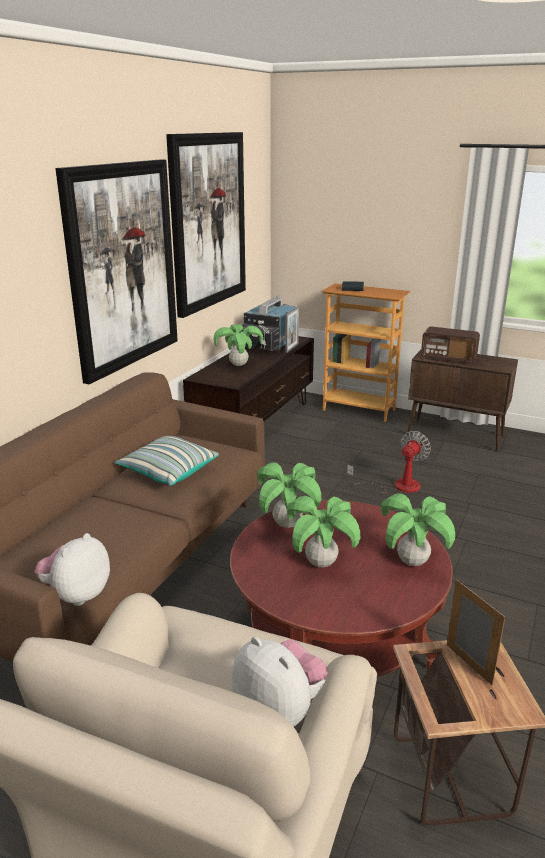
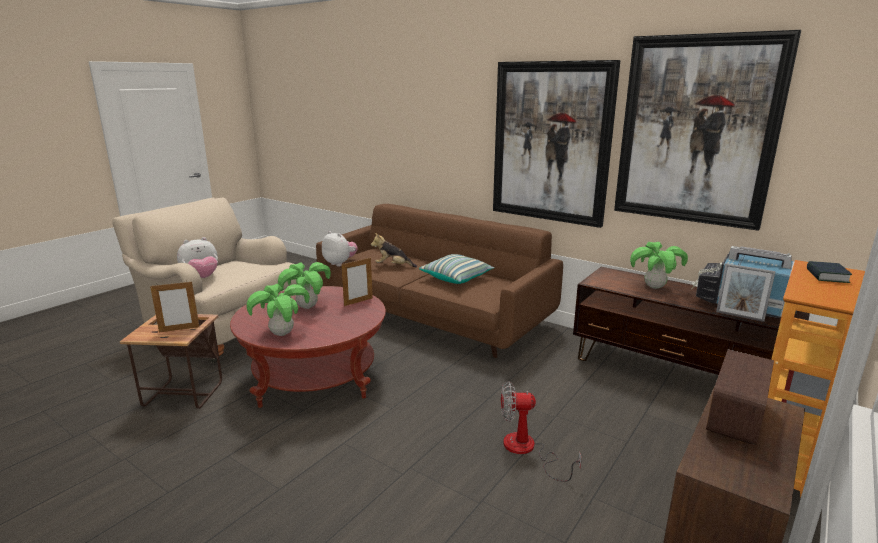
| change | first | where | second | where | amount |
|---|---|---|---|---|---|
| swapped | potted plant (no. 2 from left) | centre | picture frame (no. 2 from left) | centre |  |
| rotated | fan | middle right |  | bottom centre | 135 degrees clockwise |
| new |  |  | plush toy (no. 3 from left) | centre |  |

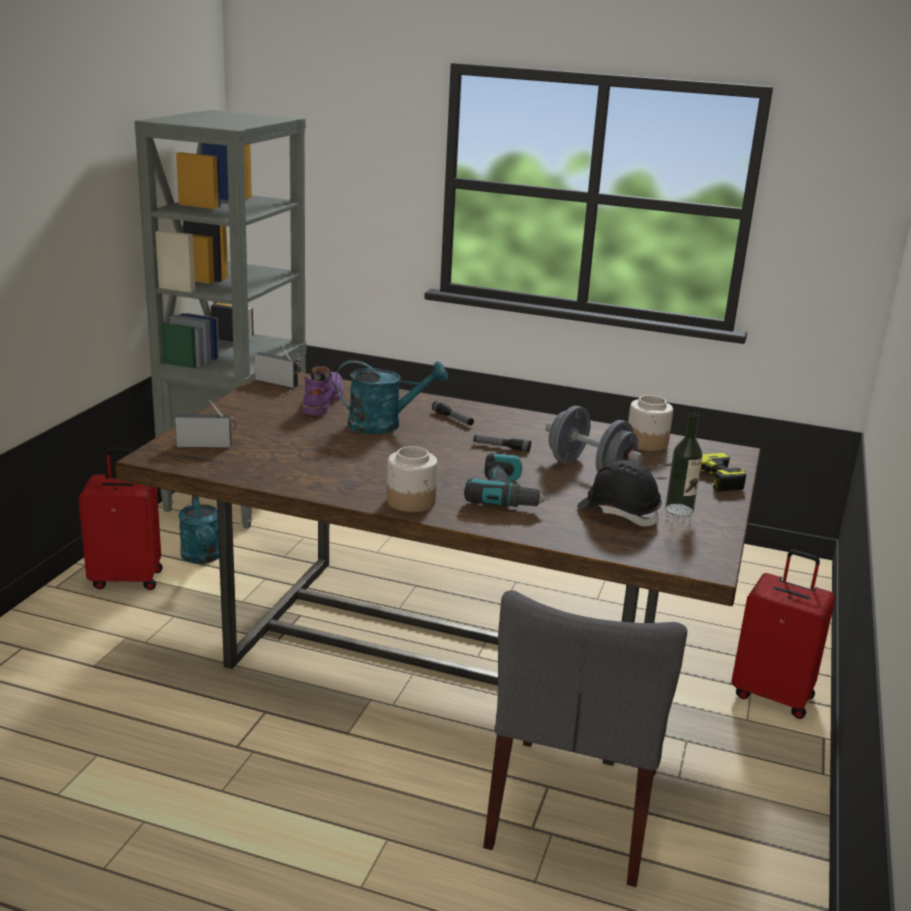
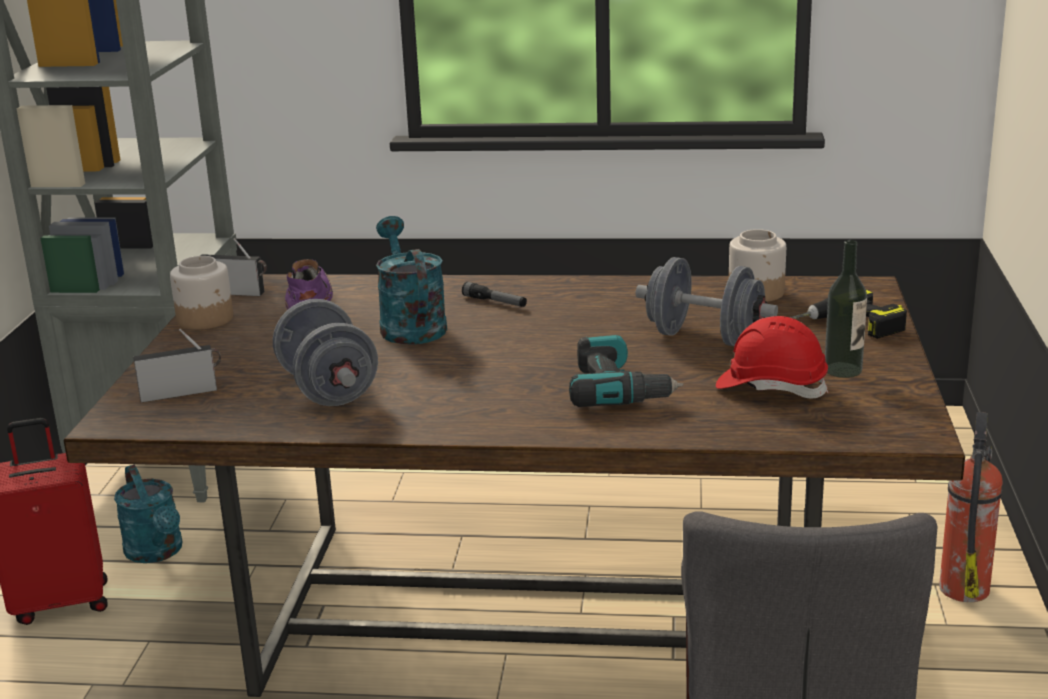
| change | first | where | second | where | amount |
|---|---|---|---|---|---|
| rotated | watering can/turquoise (no. 2 from left) | centre |  | centre | 90 degrees counterclockwise |
| shifted | jar (no. 1 from left) | centre |  | middle left |  |
| gone | flashlight (no. 2 from left) | centre |  |  |  |
| repainted | hard hat/black | middle right | hard hat/red | middle right |  |
| swapped | suitcase/red (no. 2 from left) | bottom right | fire extinguisher | bottom right |  |
| new |  |  | dumbbell/grey (no. 1 from left) | middle left |  |

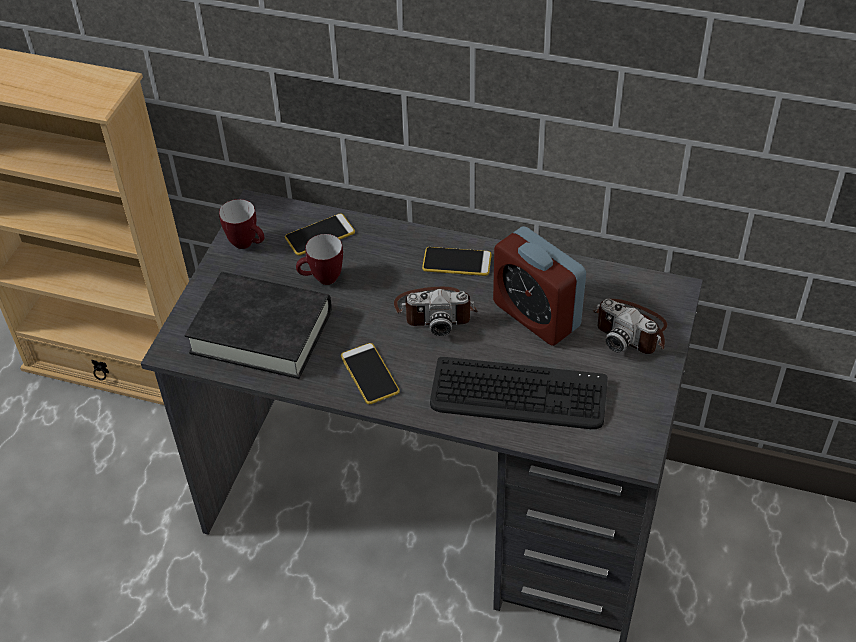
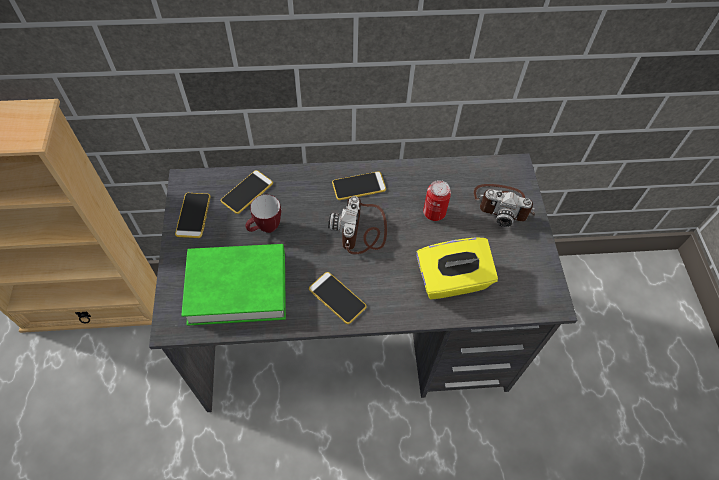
| change | first | where | second | where | amount |
|---|---|---|---|---|---|
| repainted | book/black | middle left | book/green | middle left |  |
| swapped | mug (no. 1 from left) | middle left | phone (no. 1 from left) | middle left |  |
| rotated | photo camera (no. 1 from left) | centre |  | centre | 120 degrees clockwise |
| swapped | keyboard | centre | tissue box/yellow | centre |  |
| swapped | alarm clock | centre | can | centre |  |

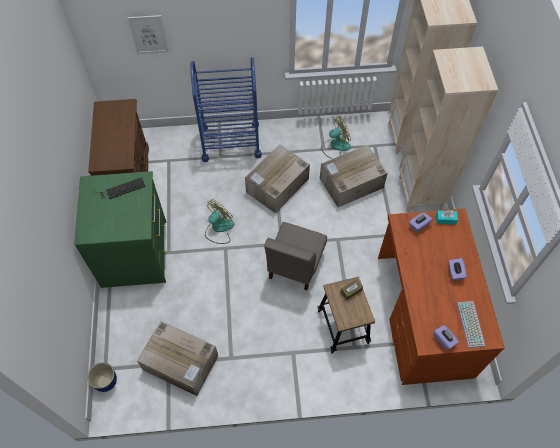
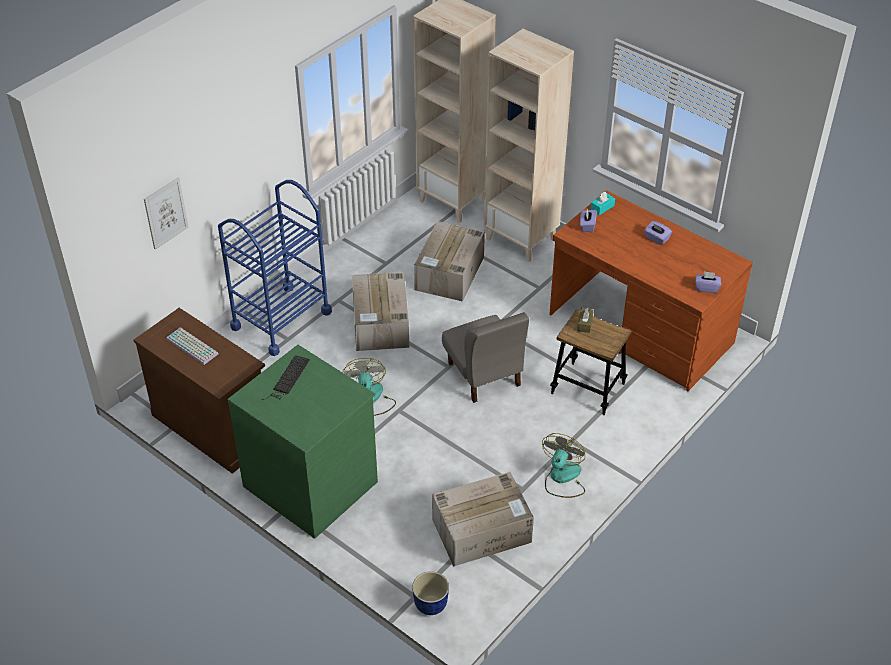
| change | first | where | second | where | amount |
|---|---|---|---|---|---|
| shifted | fan (no. 2 from left) | top centre |  | bottom centre |  |
| shifted | keyboard (no. 2 from left in the first image) | bottom right | keyboard (no. 1 from left) | middle left |  |

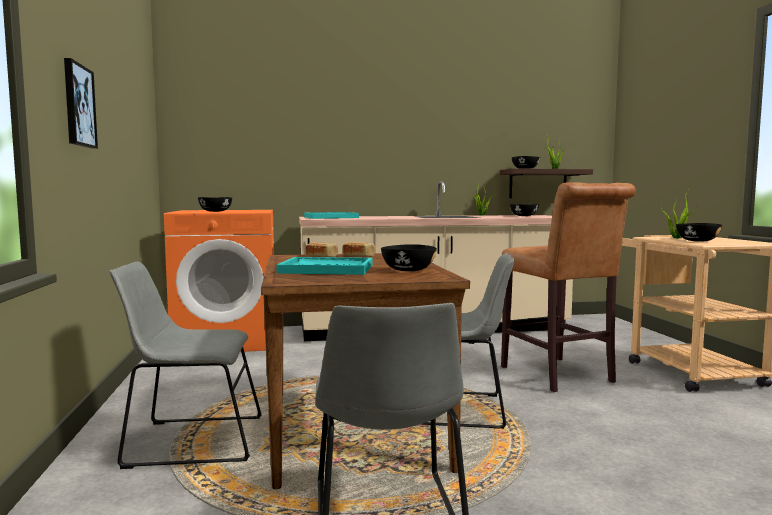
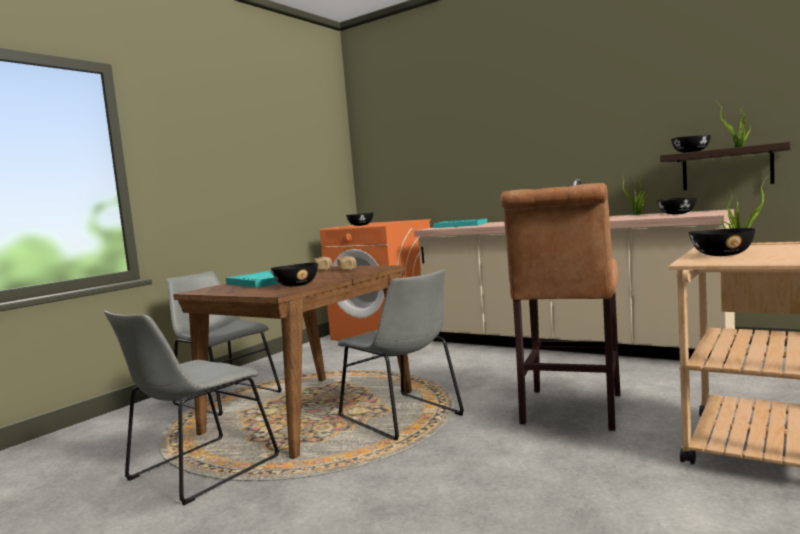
| change | first | where | second | where | amount |
|---|---|---|---|---|---|
| gone | picture | top left |  |  |  |

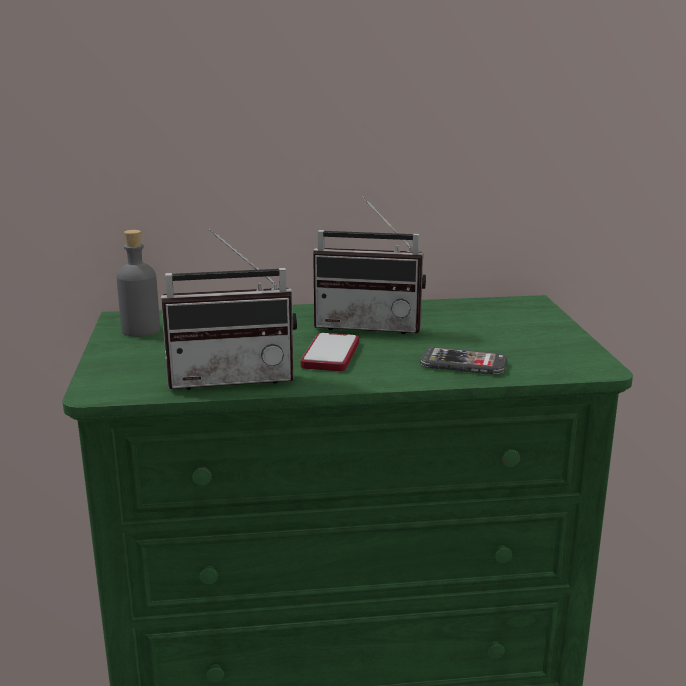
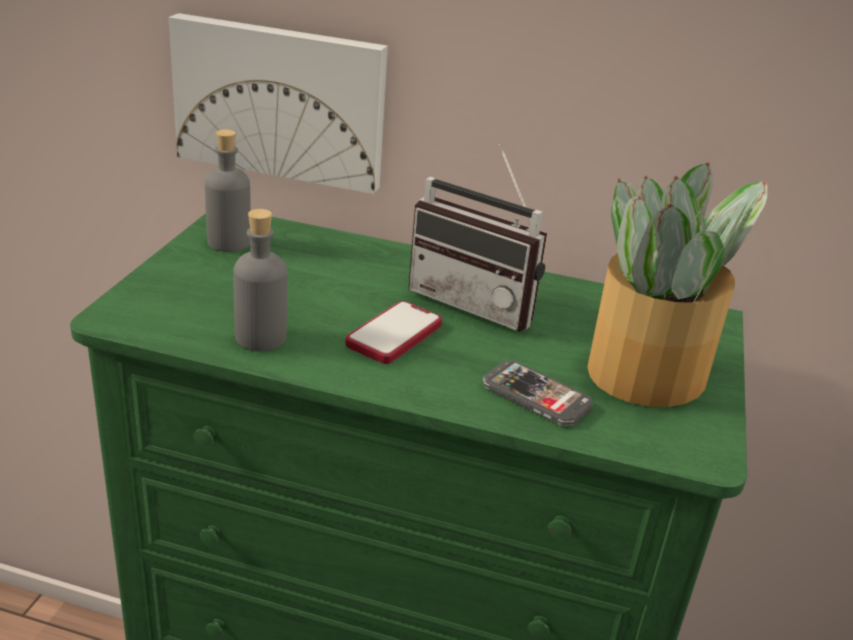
| change | first | where | second | where | amount |
|---|---|---|---|---|---|
| swapped | radio (no. 1 from left) | centre | bottle/grey (no. 2 from left) | middle left |  |
| new |  |  | picture | top left |  |
| new |  |  | potted plant | middle right |  |

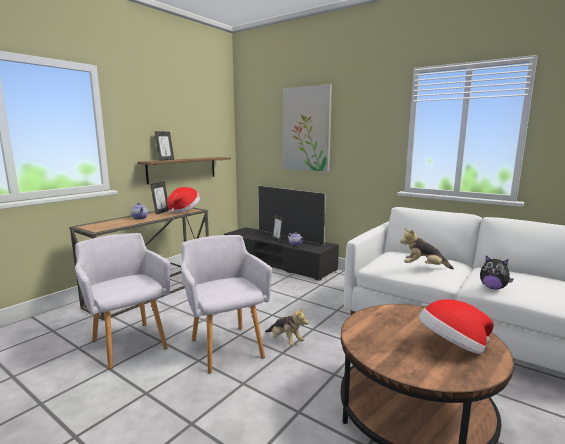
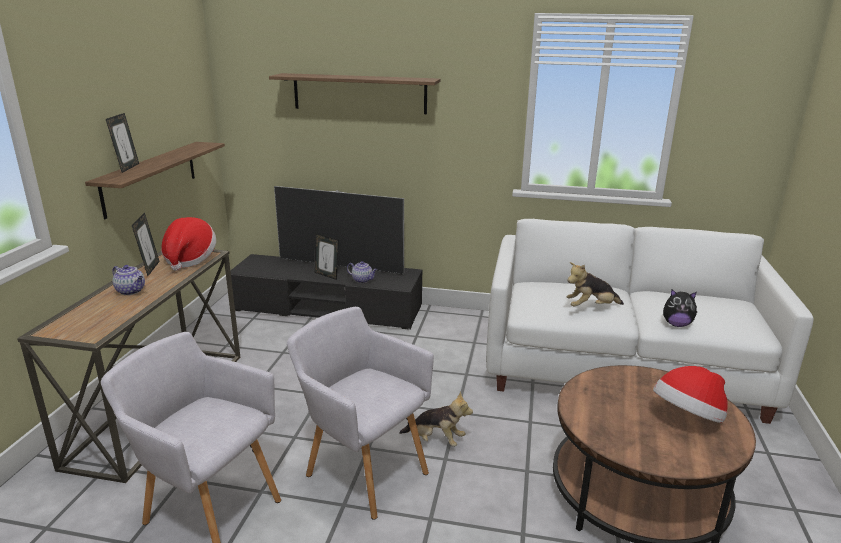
| change | first | where | second | where | amount |
|---|---|---|---|---|---|
| swapped | picture | top centre | shelf (no. 2 from left) | top centre |  |

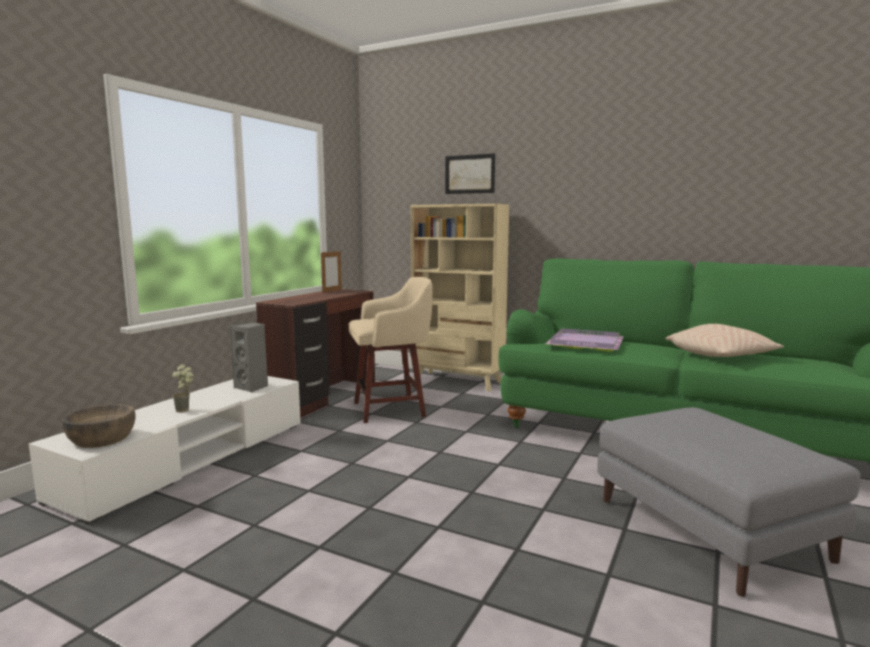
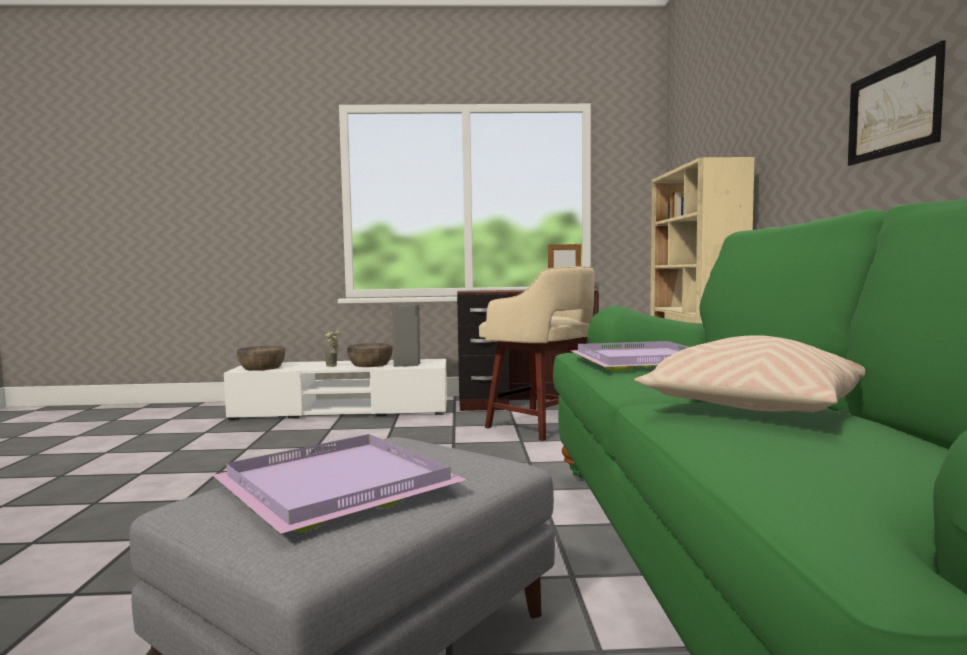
| change | first | where | second | where | amount |
|---|---|---|---|---|---|
| shifted | picture | top centre |  | top right |  |
| new |  |  | tray/purple (no. 1 from left) | bottom centre |  |
| new |  |  | bowl/brown (no. 2 from left) | centre |  |

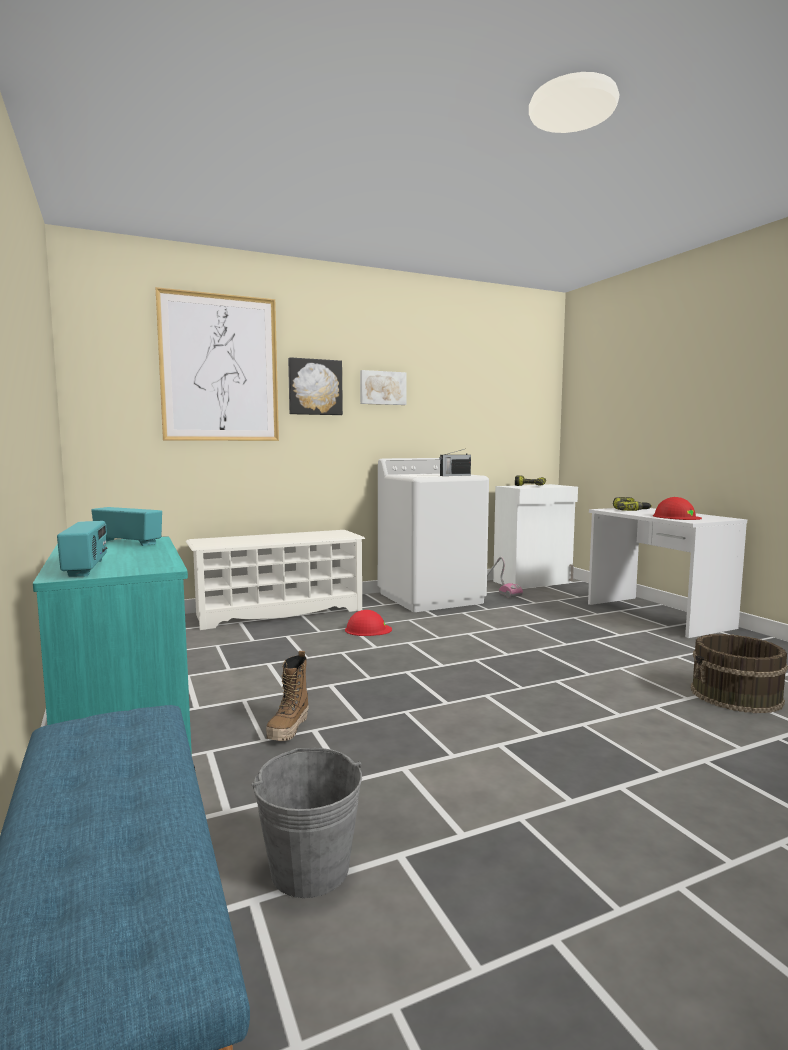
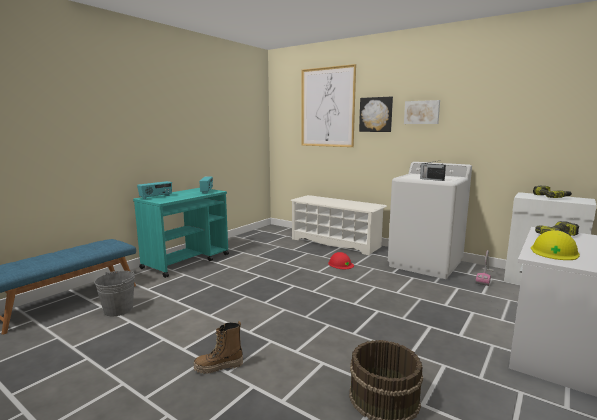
| change | first | where | second | where | amount |
|---|---|---|---|---|---|
| shifted | boot | centre |  | bottom centre |  |
| repainted | hard hat/red (no. 2 from left) | middle right | hard hat/yellow | middle right |  |

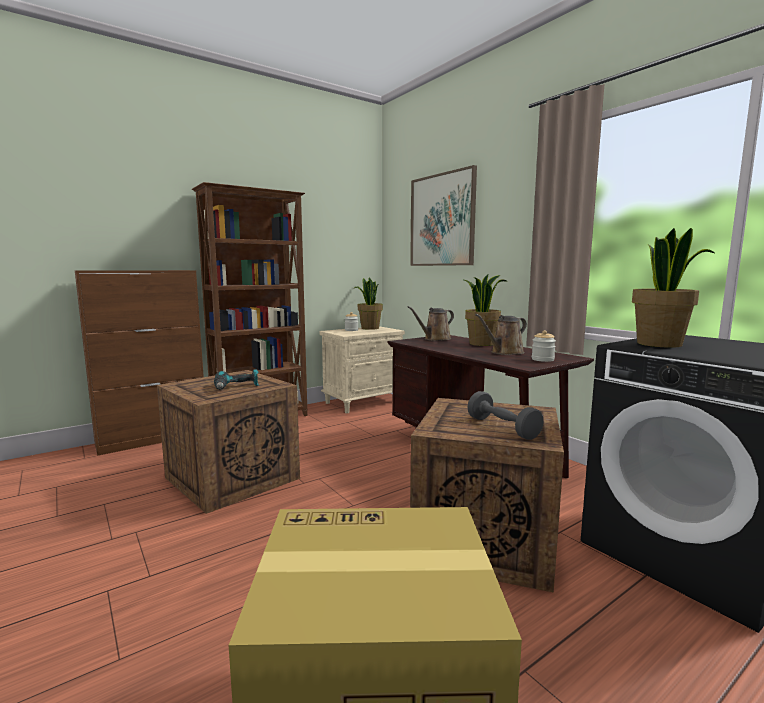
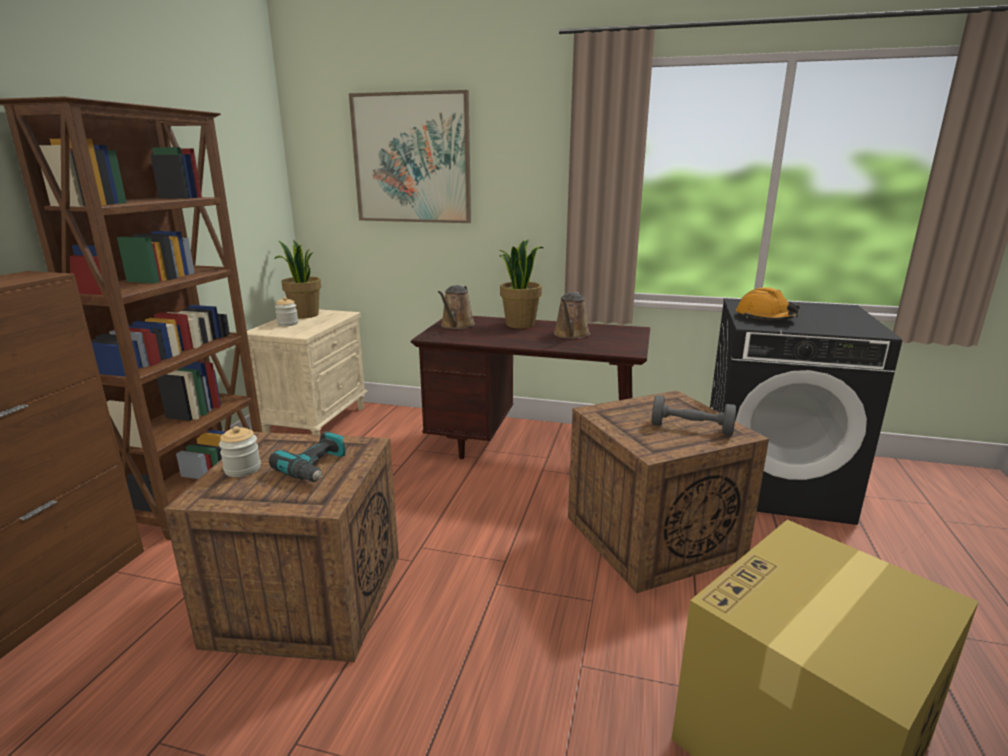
| change | first | where | second | where | amount |
|---|---|---|---|---|---|
| shifted | jar (no. 2 from left in the first image) | middle right | jar (no. 1 from left) | middle left |  |
| swapped | potted plant (no. 3 from left) | middle right | hard hat/orange | middle right |  |

